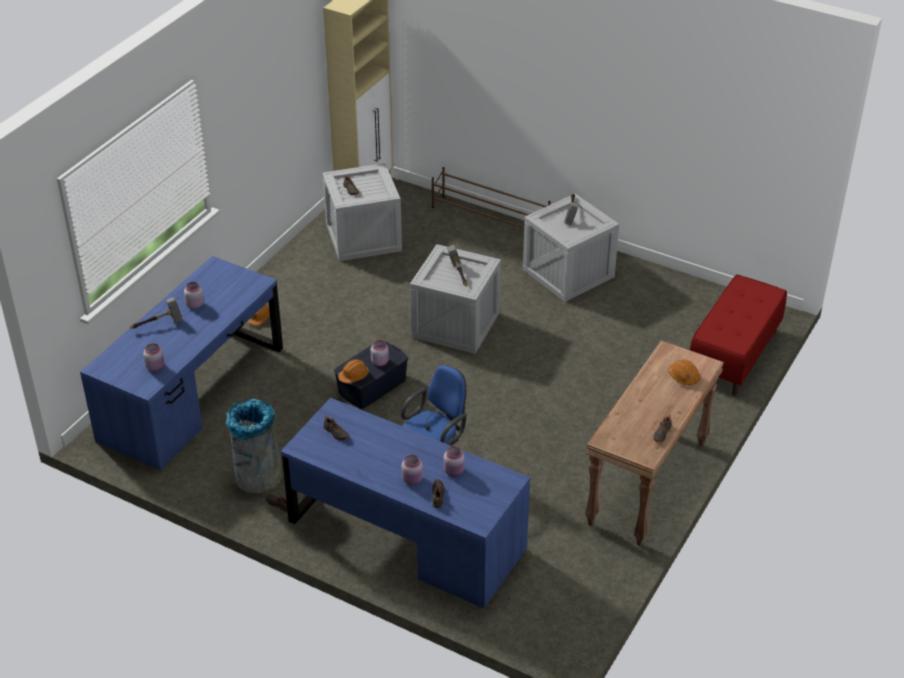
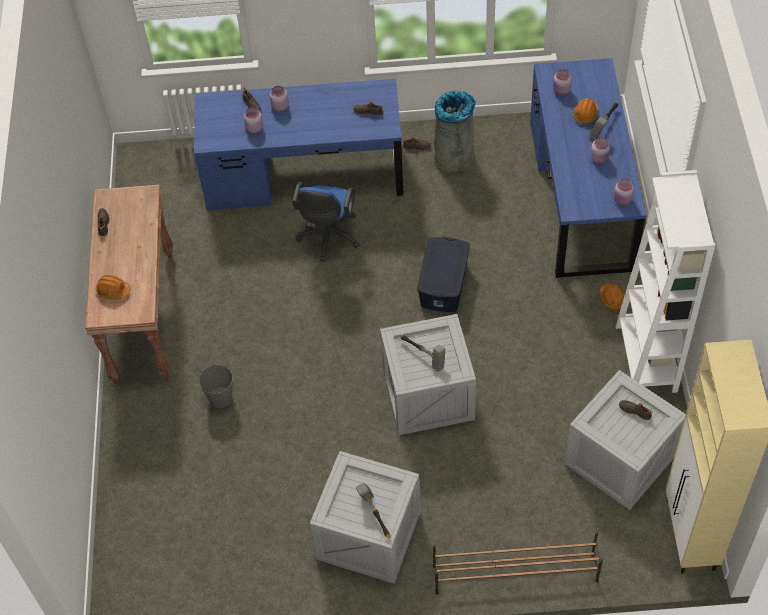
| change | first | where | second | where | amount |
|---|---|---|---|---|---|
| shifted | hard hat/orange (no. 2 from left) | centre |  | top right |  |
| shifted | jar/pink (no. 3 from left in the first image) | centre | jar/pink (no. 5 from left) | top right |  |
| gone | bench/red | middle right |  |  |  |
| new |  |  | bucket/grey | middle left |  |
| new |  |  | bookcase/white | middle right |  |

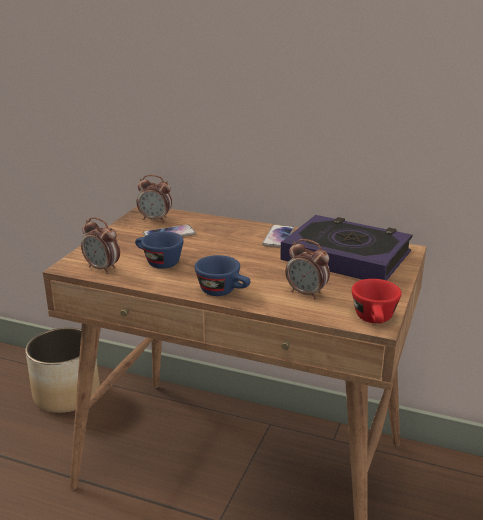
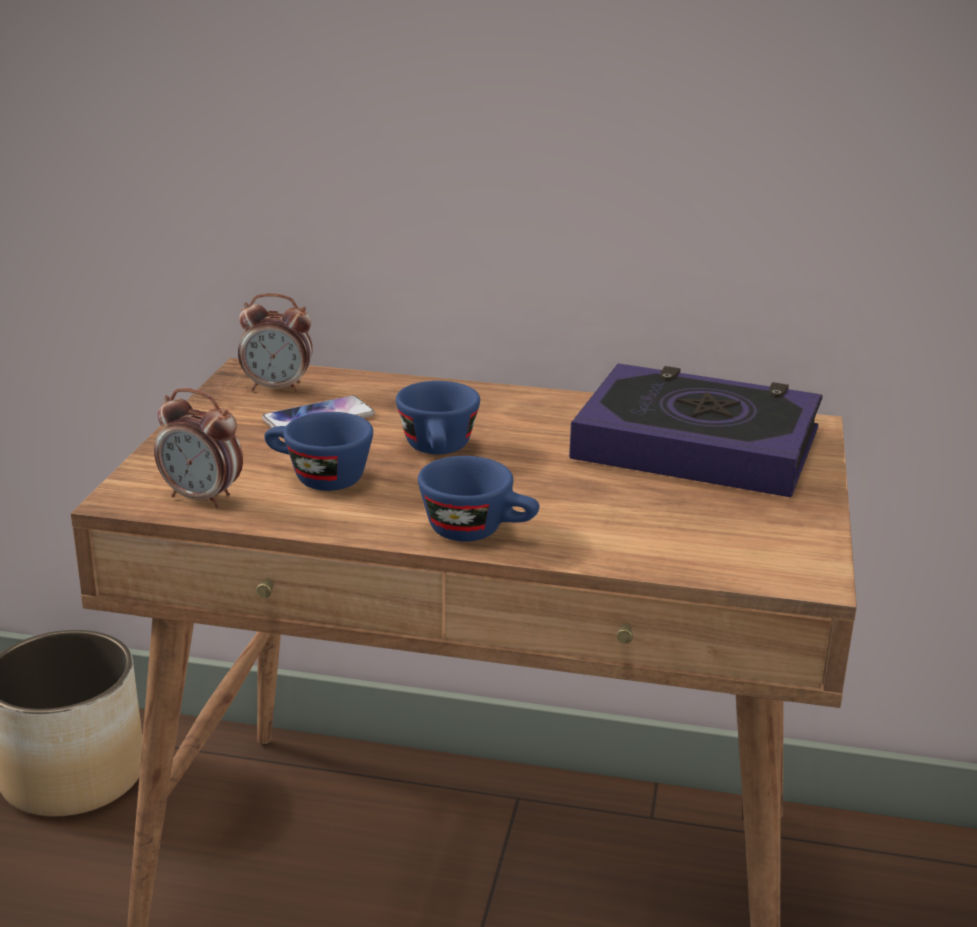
| change | first | where | second | where | amount |
|---|---|---|---|---|---|
| gone | phone (no. 2 from left) | centre |  |  |  |
| gone | alarm clock (no. 3 from left) | centre |  |  |  |
| gone | cup/red | middle right |  |  |  |
| new |  |  | cup/blue (no. 2 from left) | centre |  |

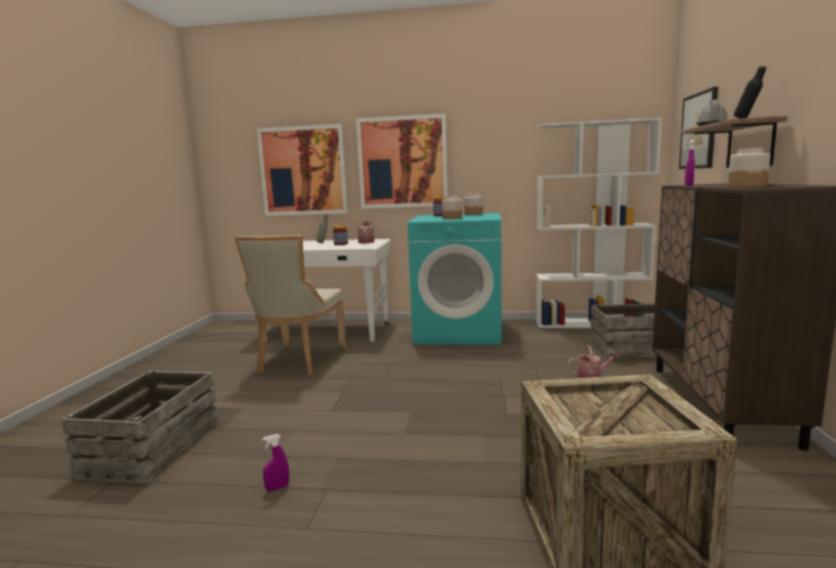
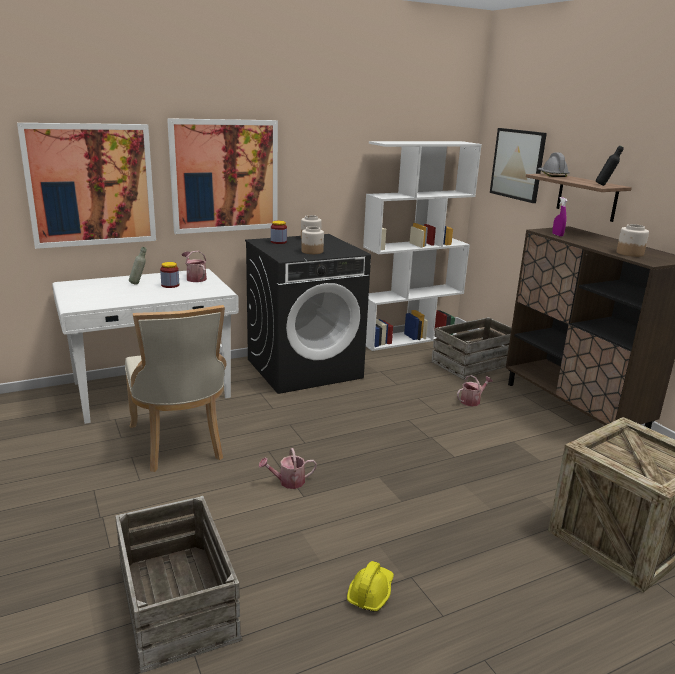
| change | first | where | second | where | amount |
|---|---|---|---|---|---|
| swapped | spray bottle/purple (no. 1 from left) | bottom left | hard hat/yellow | bottom centre |  |
| repainted | washing machine/turquoise | centre | washing machine/black | centre |  |
| new |  |  | watering can (no. 2 from left) | bottom centre |  |

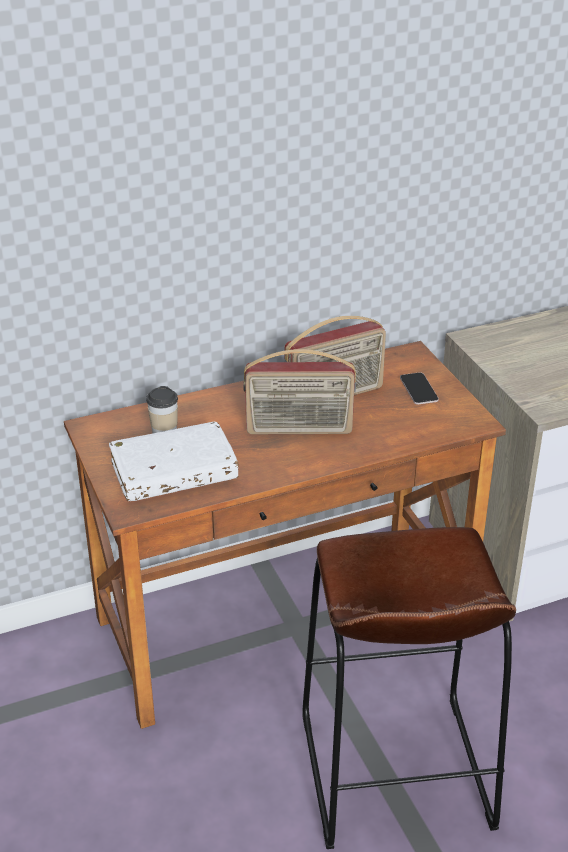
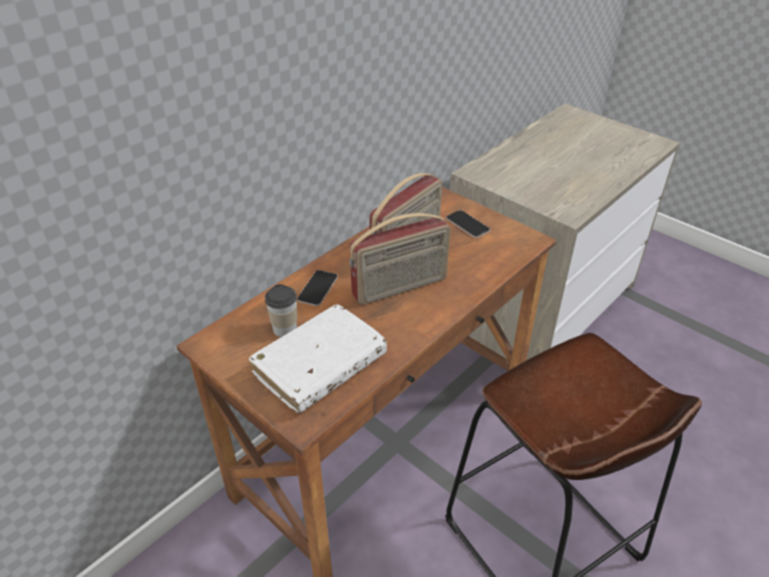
| change | first | where | second | where | amount |
|---|---|---|---|---|---|
| new |  |  | phone (no. 1 from left) | centre |  |

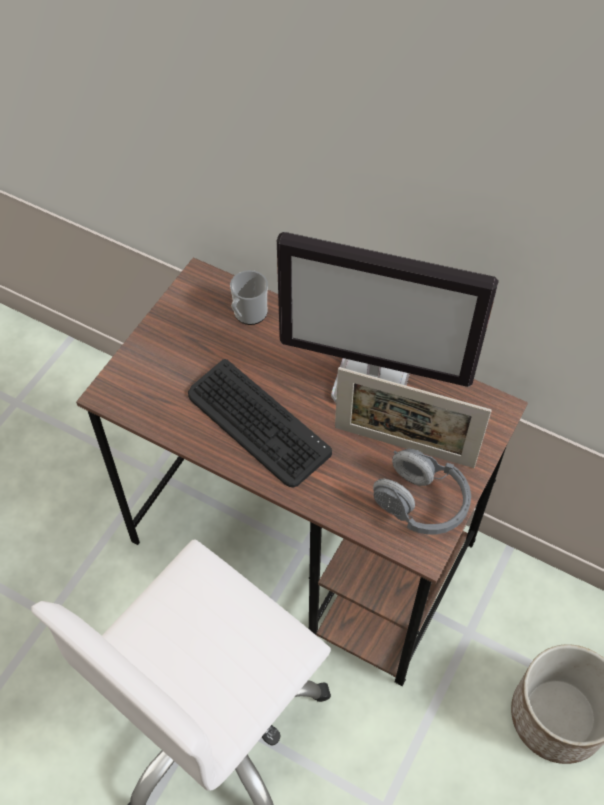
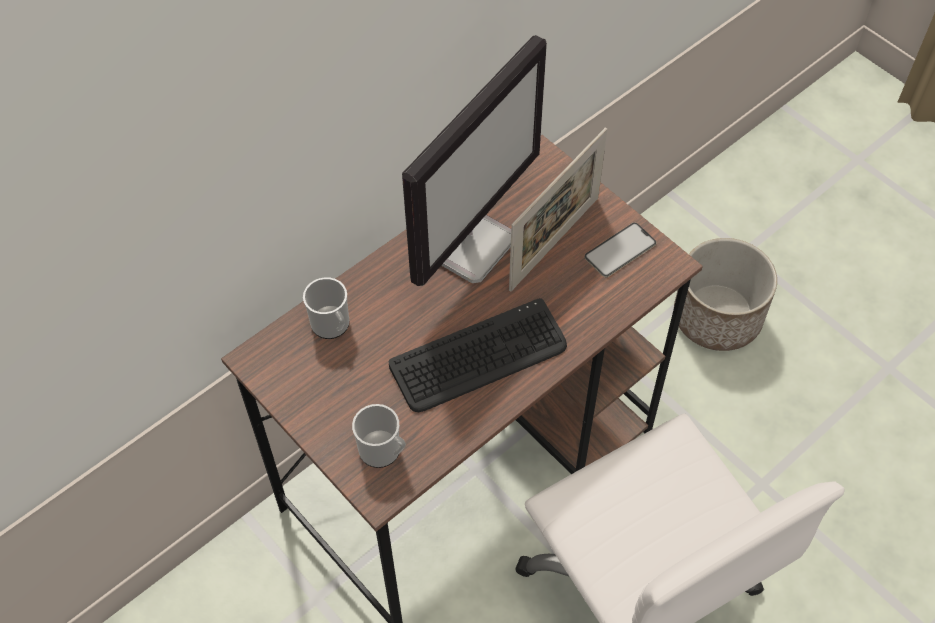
| change | first | where | second | where | amount |
|---|---|---|---|---|---|
| swapped | headphones/grey | middle right | phone | centre |  |
| new |  |  | mug (no. 2 from left) | bottom centre |  |

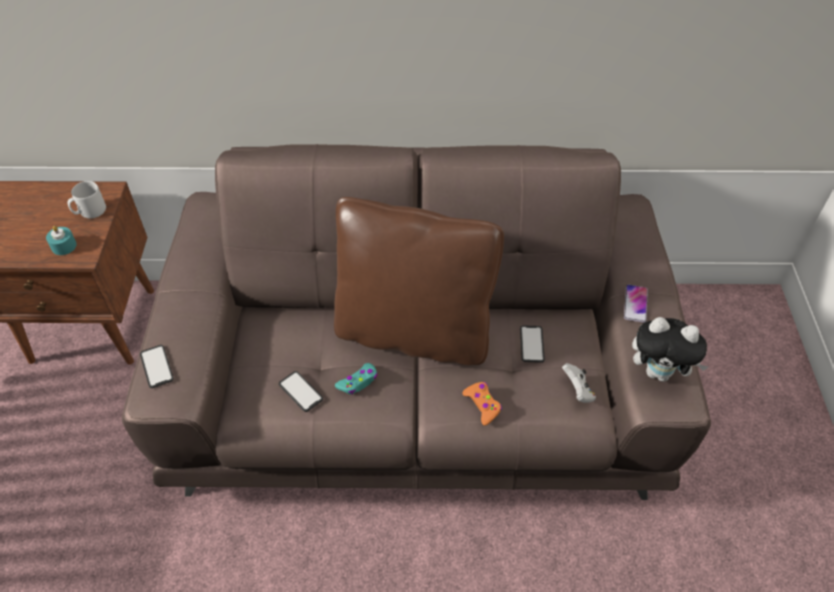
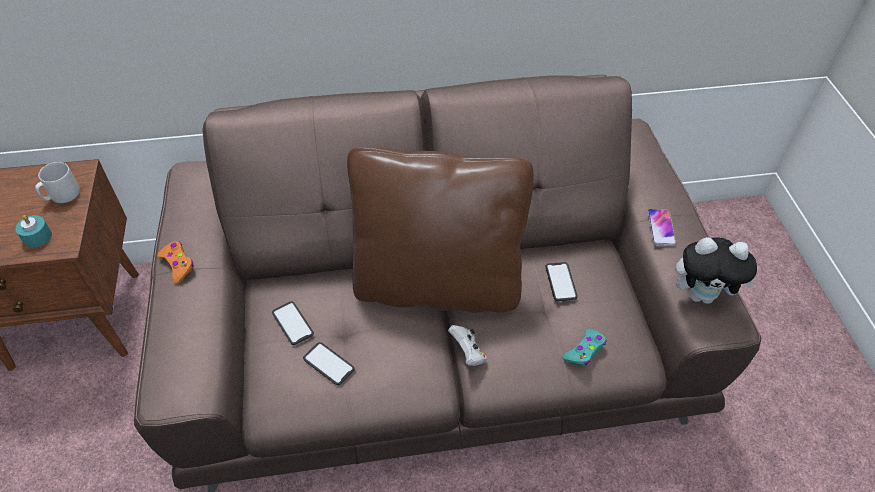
| change | first | where | second | where | amount |
|---|---|---|---|---|---|
| shifted | phone (no. 1 from left) | middle left |  | centre |  |
| shifted | game controller/turquoise | centre |  | bottom right |  |
| shifted | game controller/orange | bottom centre |  | middle left |  |
| shifted | game controller/white | middle right |  | bottom centre |  |

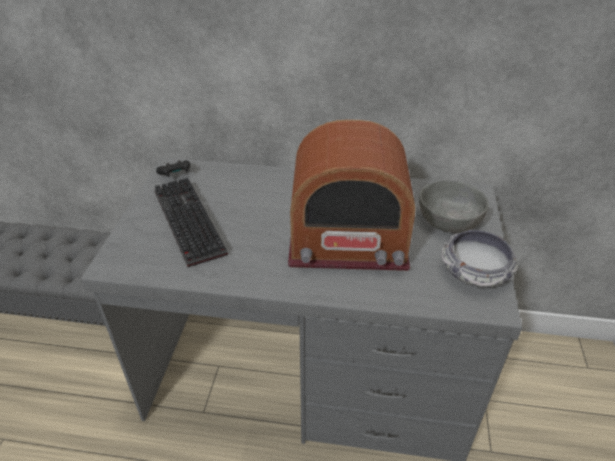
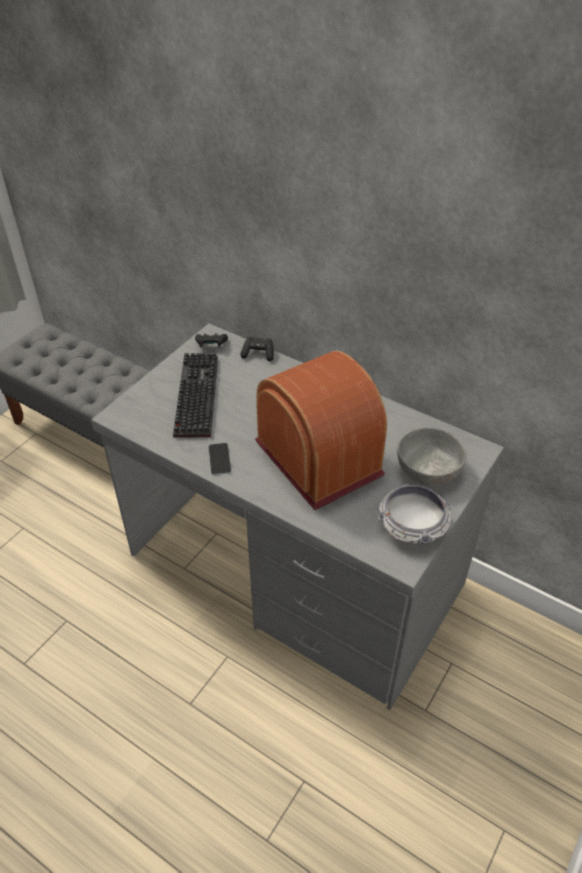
| change | first | where | second | where | amount |
|---|---|---|---|---|---|
| rotated | radio | centre |  | centre | 150 degrees counterclockwise |
| new |  |  | phone | centre |  |
| new |  |  | game controller/black (no. 2 from left) | centre |  |

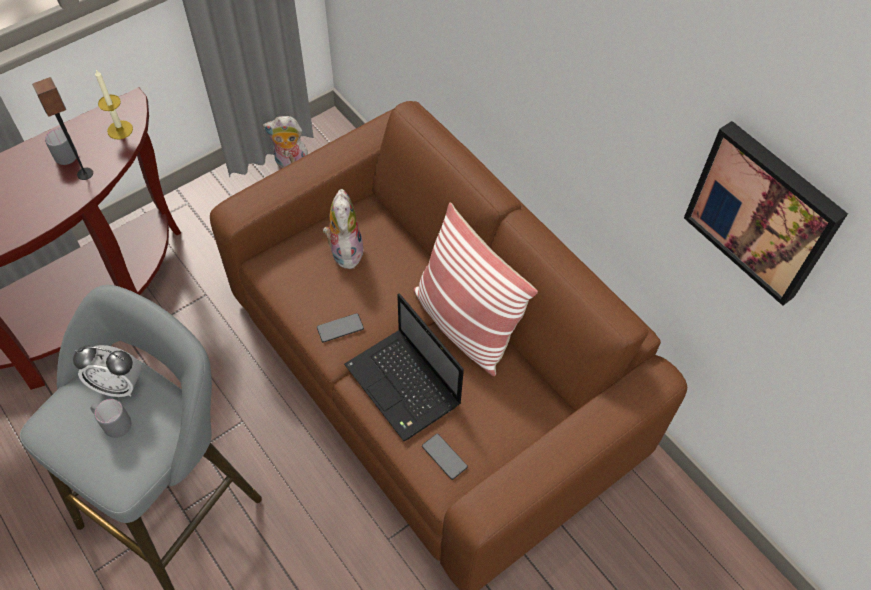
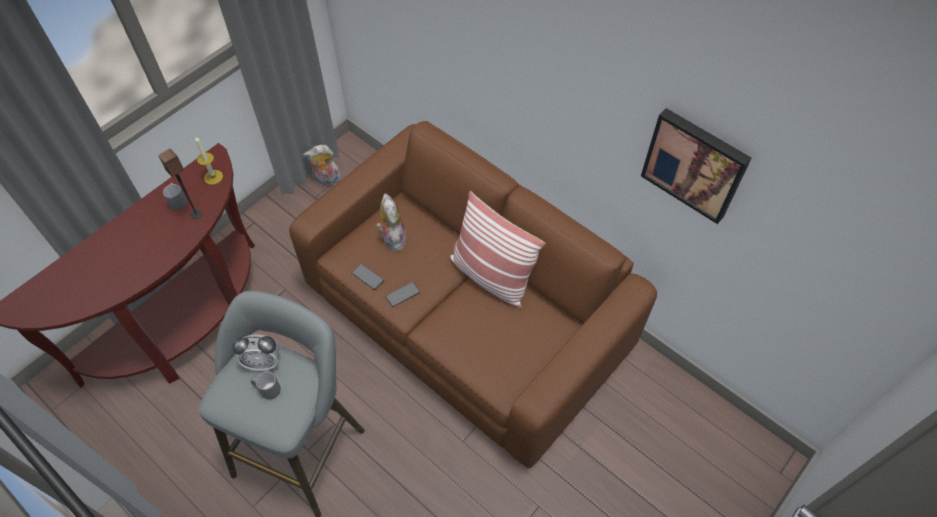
| change | first | where | second | where | amount |
|---|---|---|---|---|---|
| gone | laptop | centre |  |  |  |
| shifted | phone (no. 2 from left in the first image) | bottom centre | phone (no. 1 from left) | centre |  |

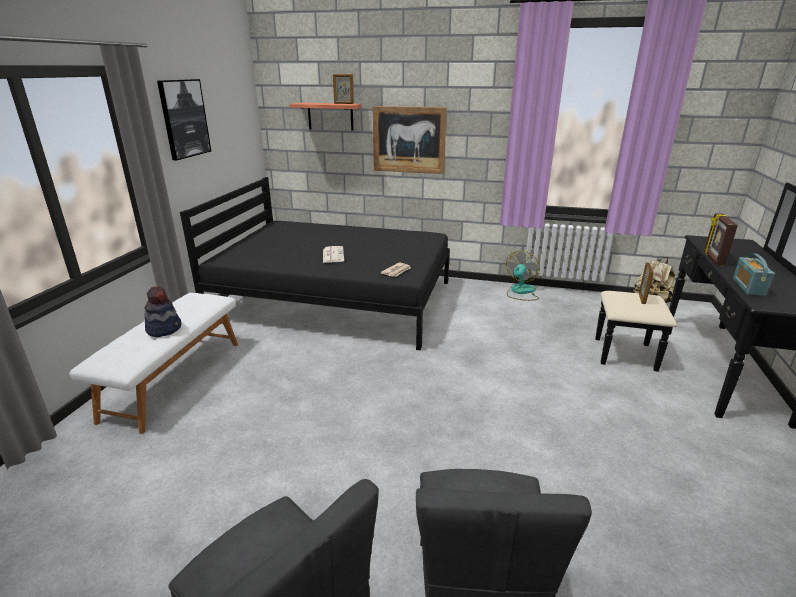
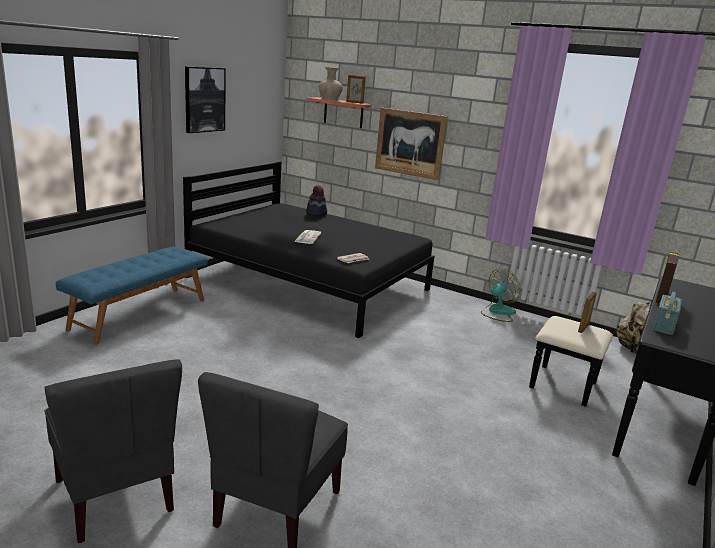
| change | first | where | second | where | amount |
|---|---|---|---|---|---|
| repainted | bench/white | middle left | bench/blue | middle left |  |
| shifted | hat | middle left |  | centre |  |
| new |  |  | vase/beige | top centre |  |

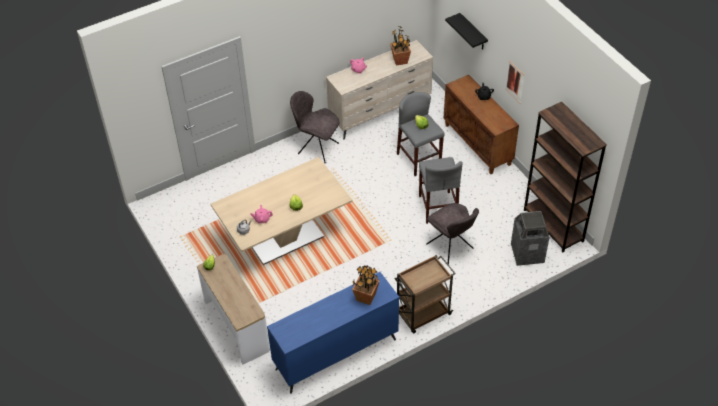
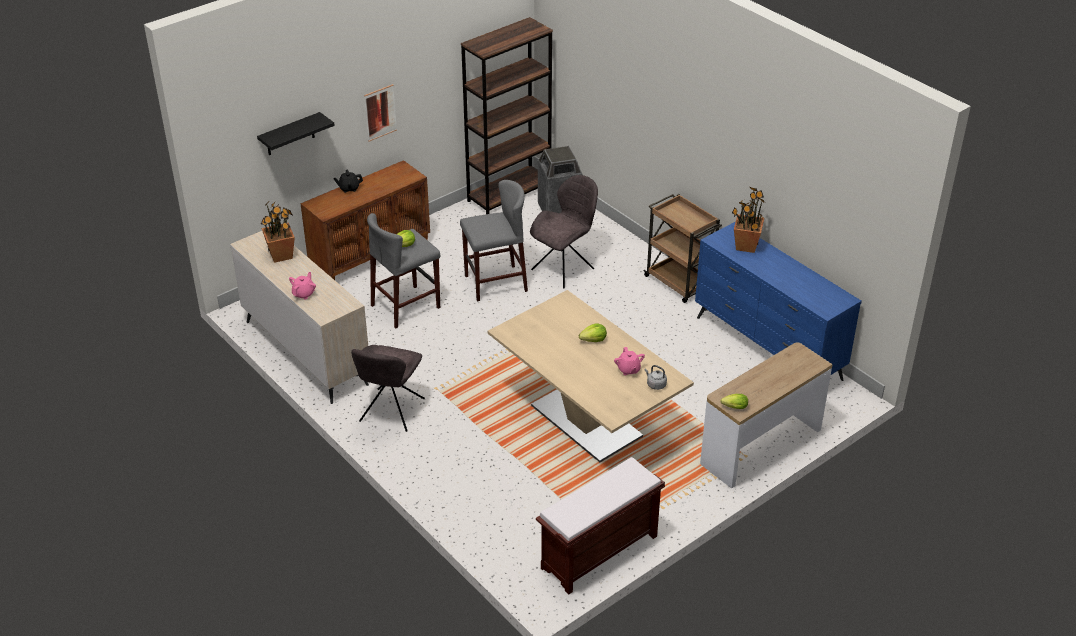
| change | first | where | second | where | amount |
|---|---|---|---|---|---|
| new |  |  | bench/brown | bottom centre |  |

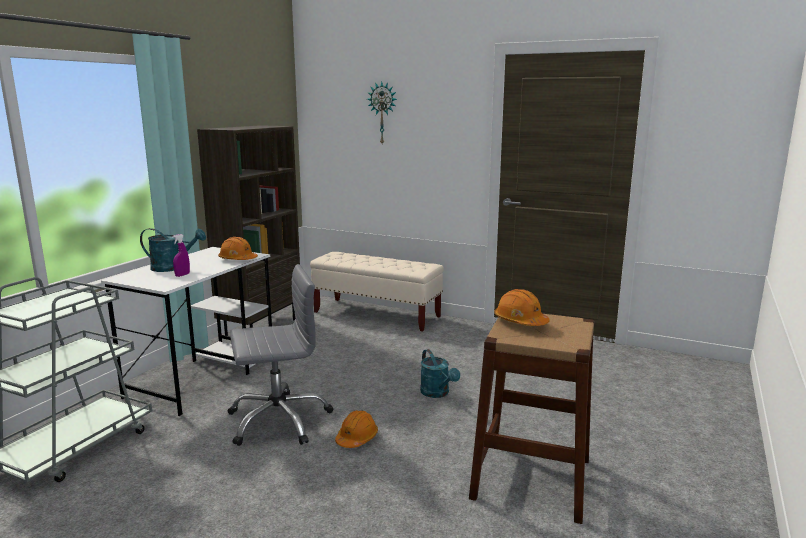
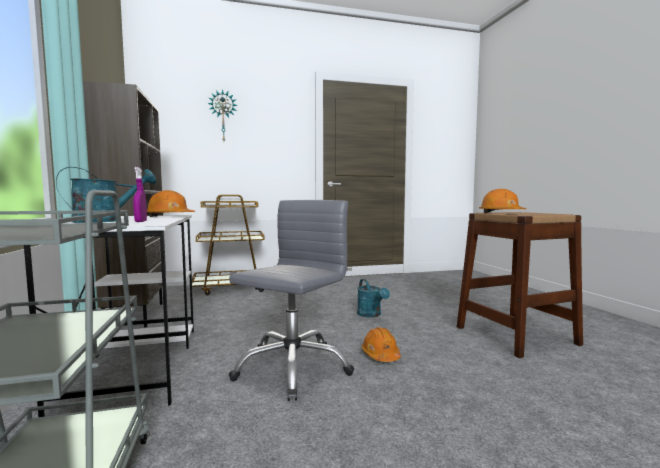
| change | first | where | second | where | amount |
|---|---|---|---|---|---|
| swapped | bench/beige | centre | cart/brown | centre |  |
| rotated | watering can/turquoise (no. 2 from left) | bottom centre |  | centre | 45 degrees clockwise |

